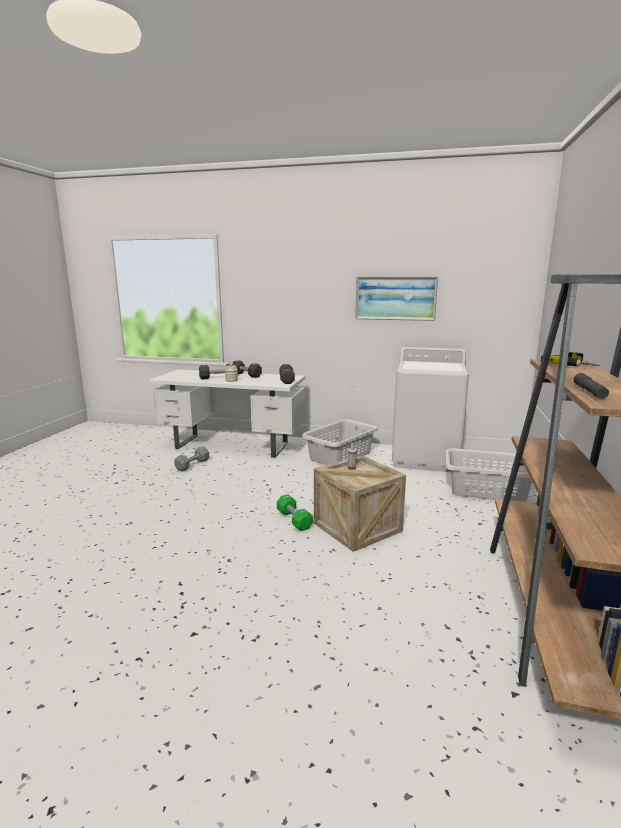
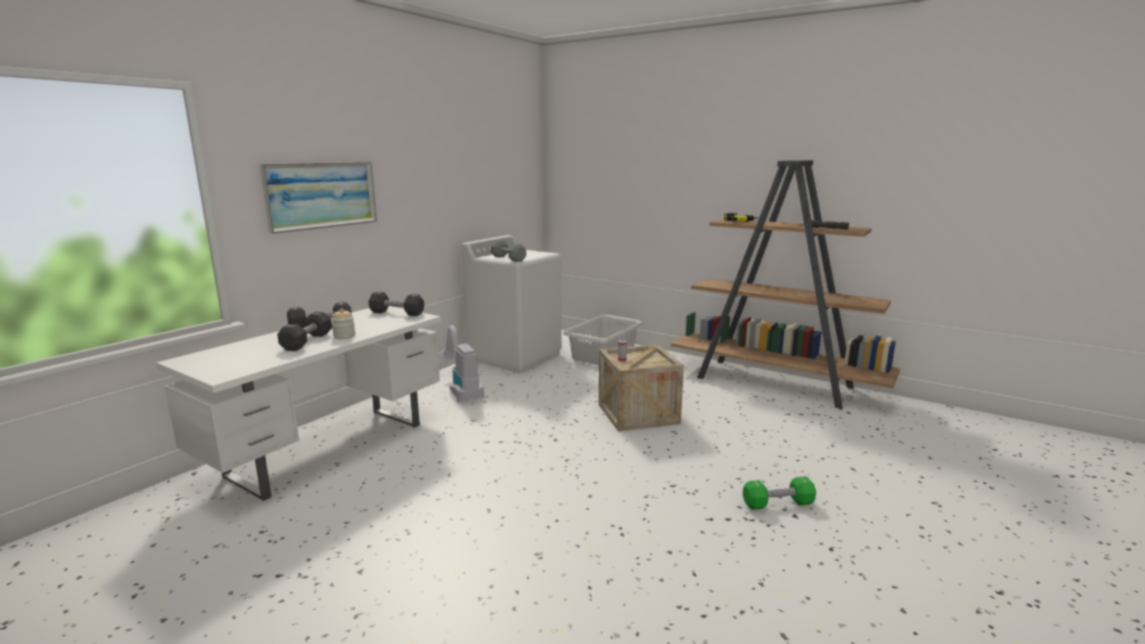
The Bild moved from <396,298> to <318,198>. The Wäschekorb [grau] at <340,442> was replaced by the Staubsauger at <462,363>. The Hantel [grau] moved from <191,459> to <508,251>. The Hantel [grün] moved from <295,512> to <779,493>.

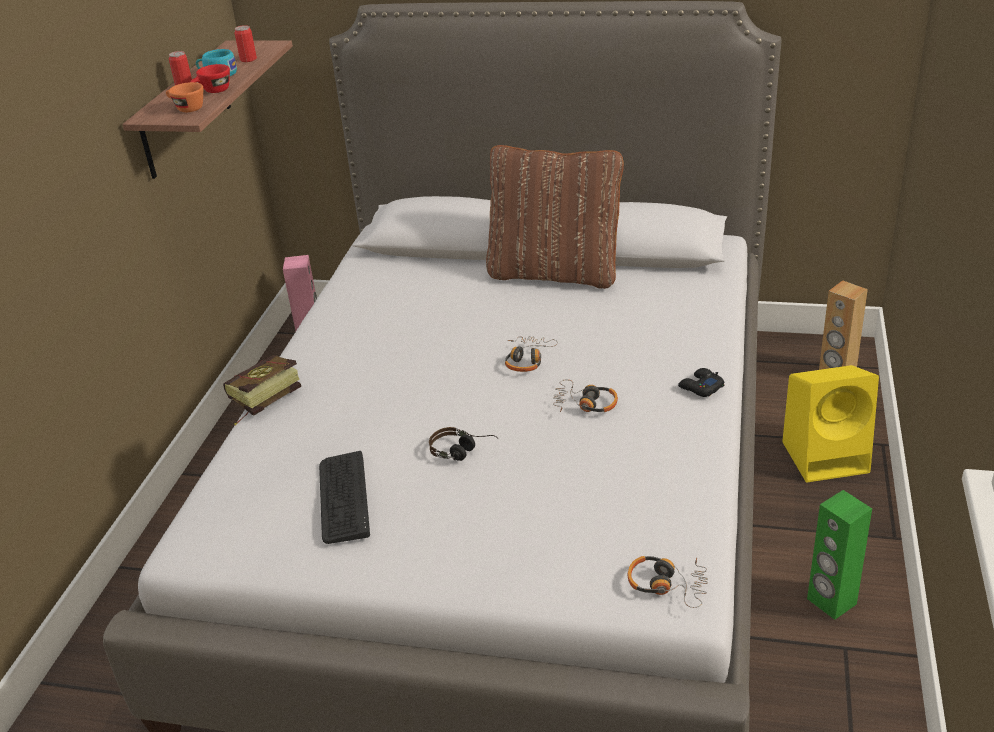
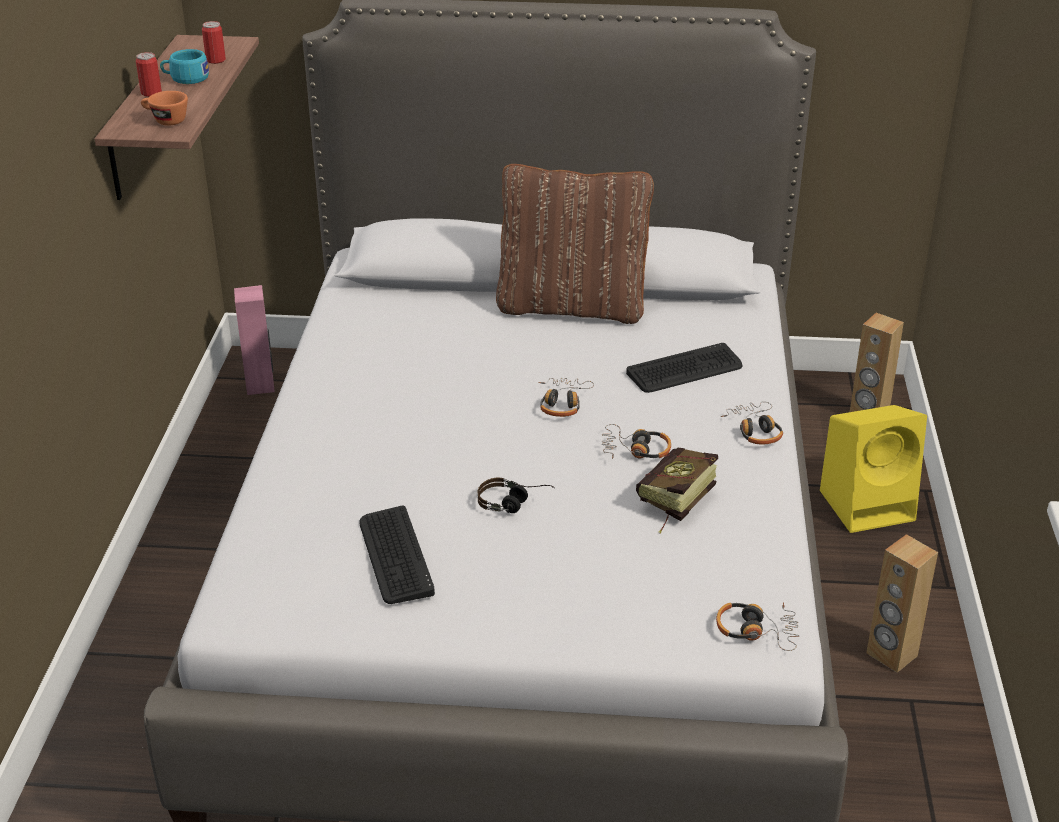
The Tasse [rot] at <210,78> disappeared. The Buch moved from <262,390> to <677,490>. The Gamepad [schwarz] at <701,382> was replaced by the Kopfhörer at <752,423>. The Lautsprecher [grün] at <839,555> became the Lautsprecher [braun] at <902,603>. The Tastatur at <684,368> appeared.

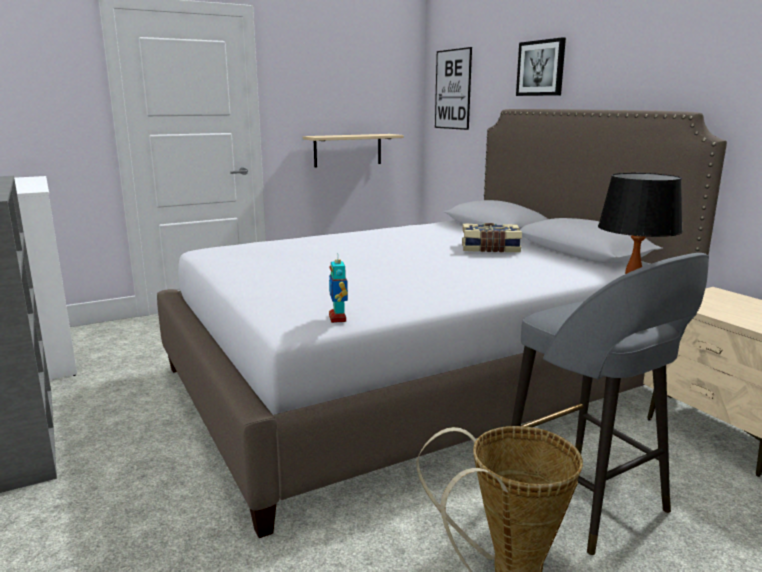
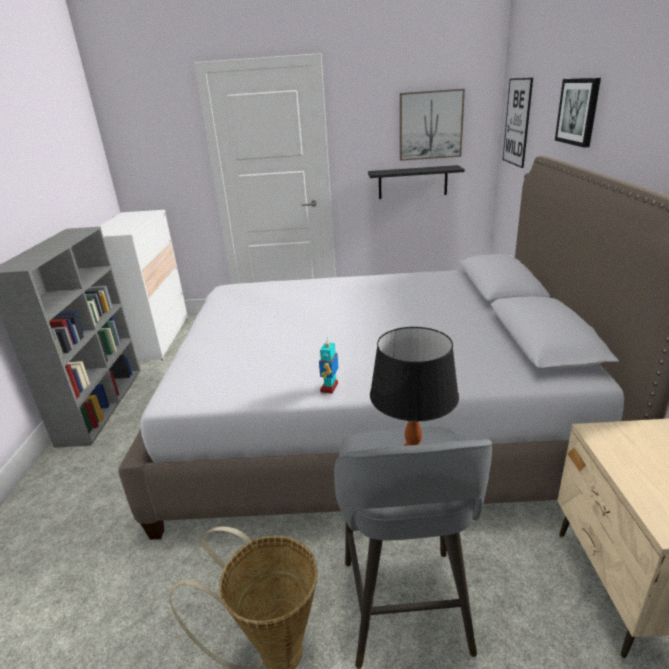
The Wandregal [beige] at <353,151> became the Wandregal [schwarz] at <416,182>. The Buch at <492,238> disappeared. The Spielzeugroboter moved from <338,287> to <329,365>. The Bild at <432,125> appeared.

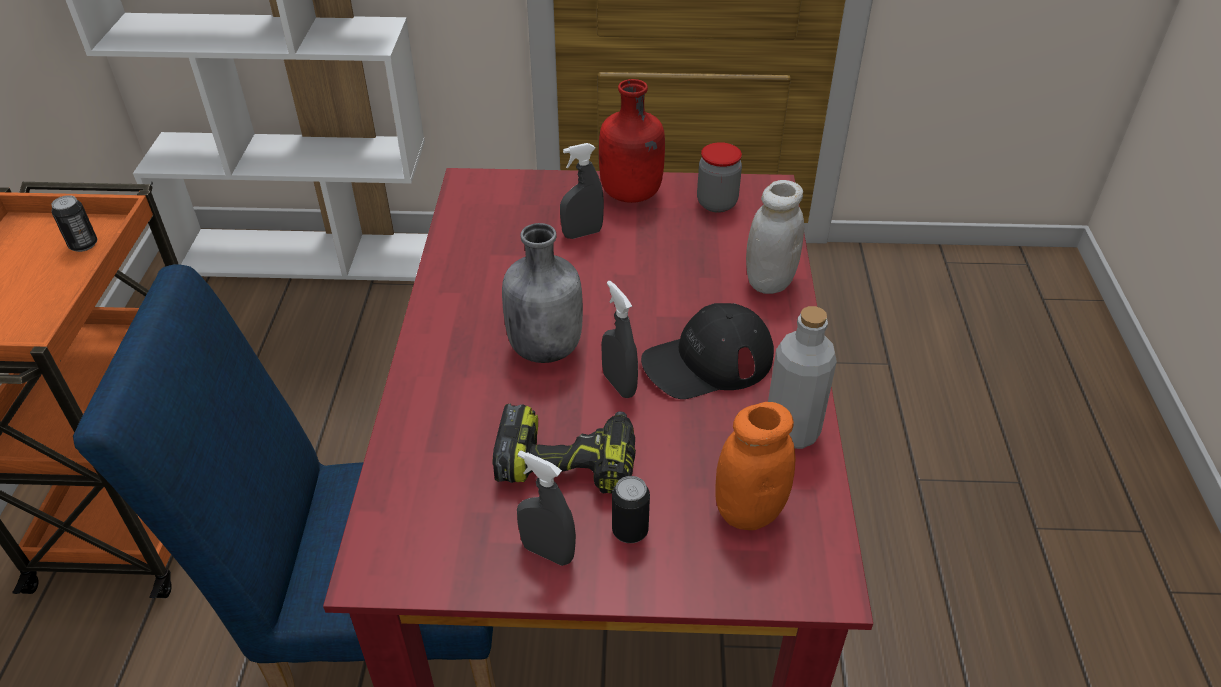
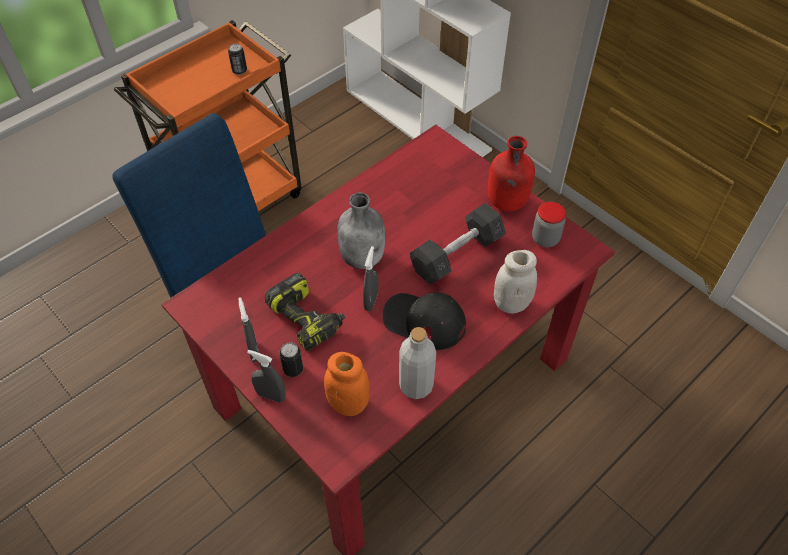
The Sprühflasche [grau] moved from <582,191> to <266,376>. The Hantel [grau] at <458,243> appeared.

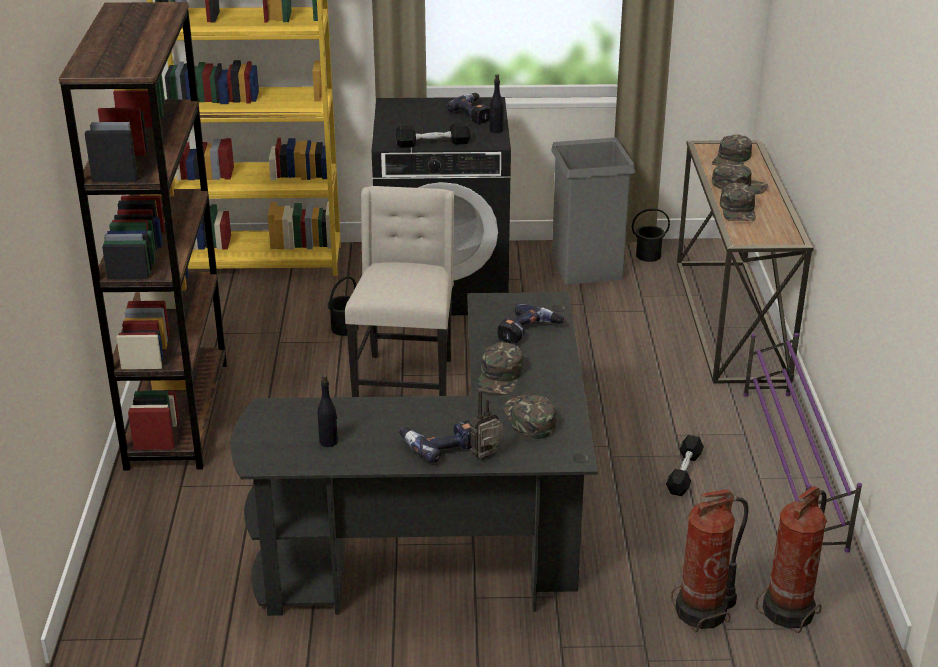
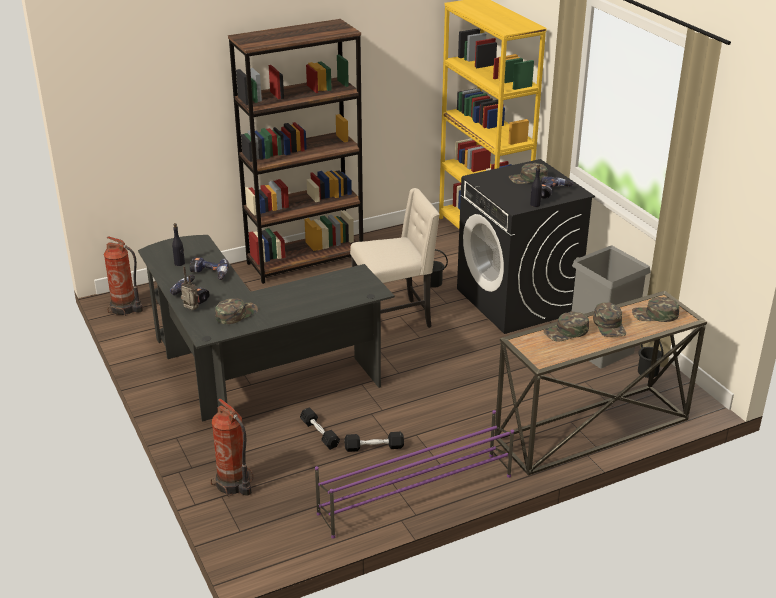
The Hantel [schwarz] moved from <433,135> to <320,428>. The Bohrmaschine moved from <531,323> to <209,268>. The Kappe [grün] moved from <500,368> to <528,173>. The Feuerlöscher moved from <791,559> to <123,276>.

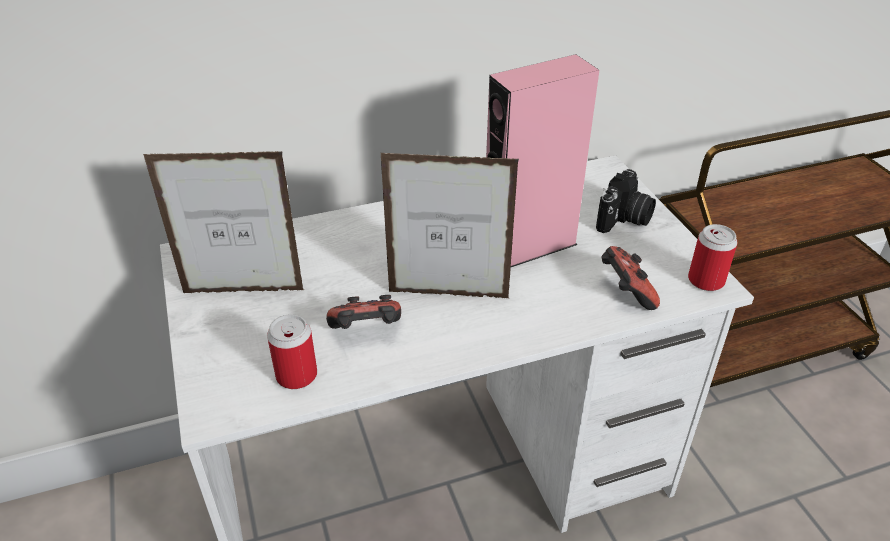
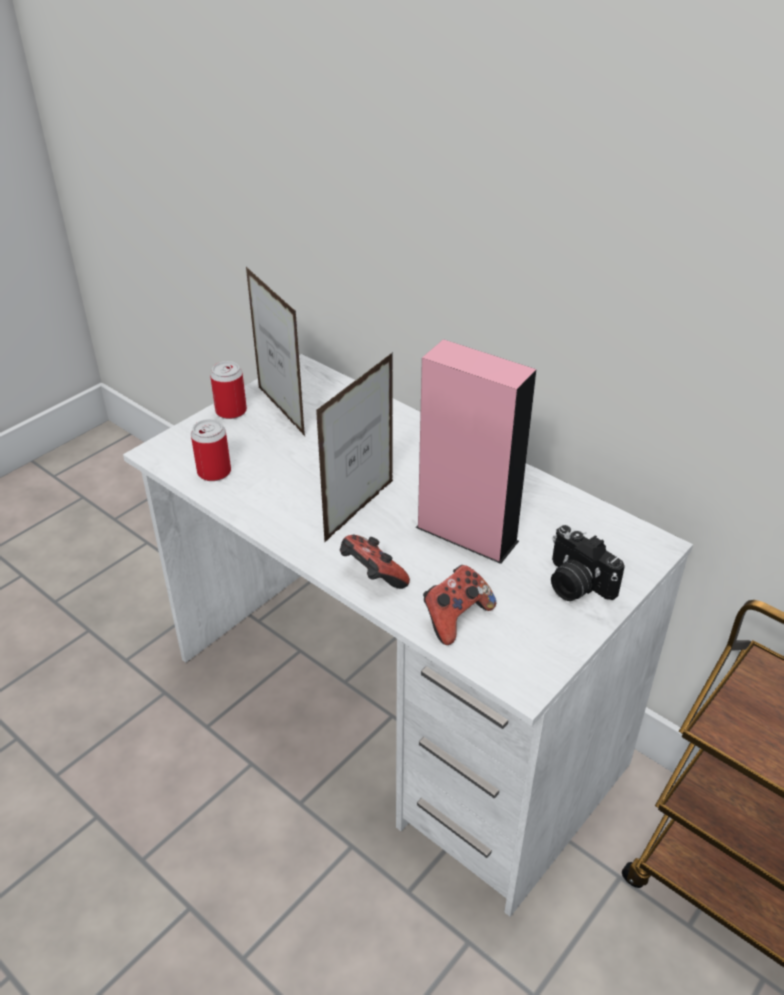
The Bilderrahmen at <450,225> turned 120 degrees counterclockwise. The Kamera at <626,201> turned 45 degrees clockwise. The Dose moved from <713,257> to <228,390>. The Gamepad moved from <363,312> to <375,562>.

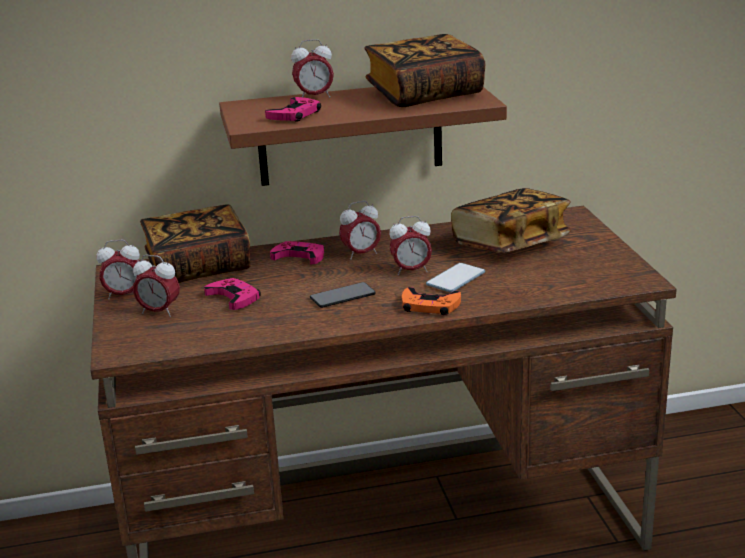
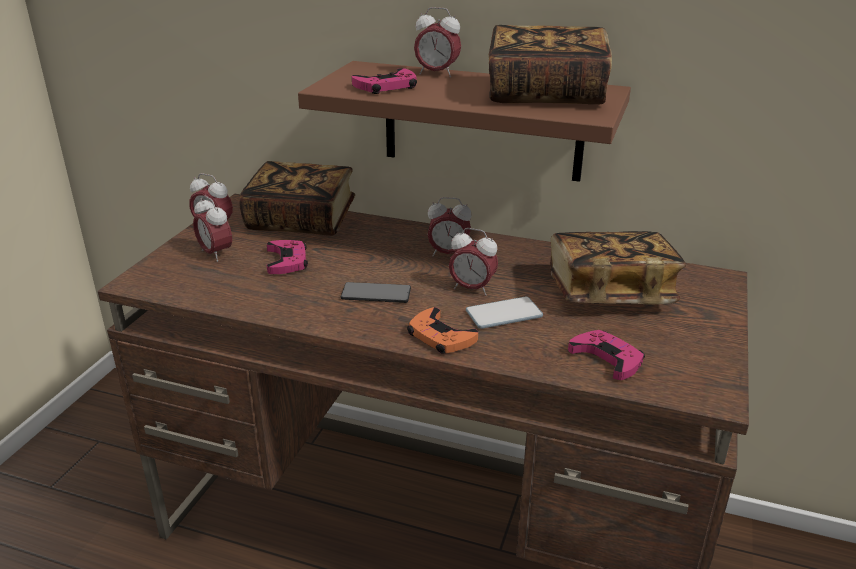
The Gamepad [rosa] moved from <297,253> to <606,355>.

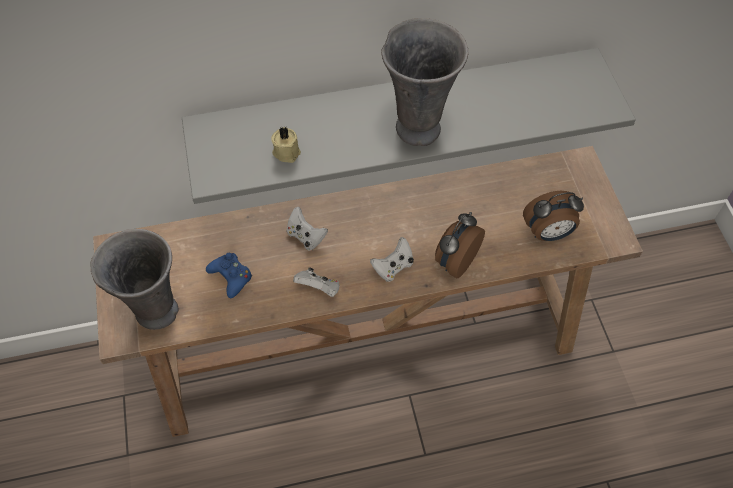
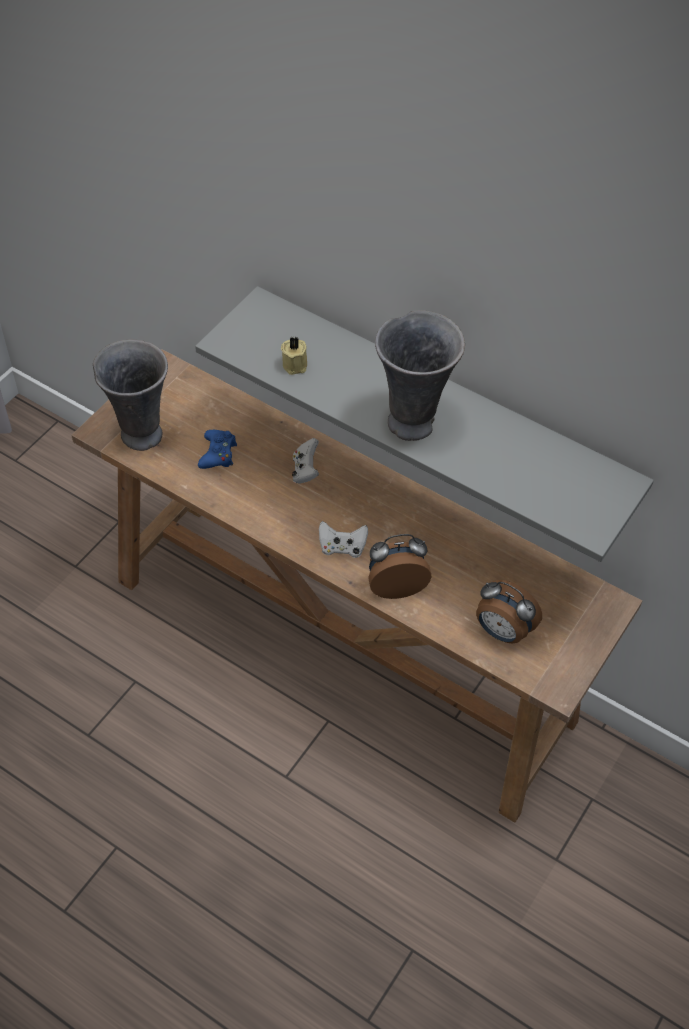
The Gamepad [weiß] at <316,282> disappeared.

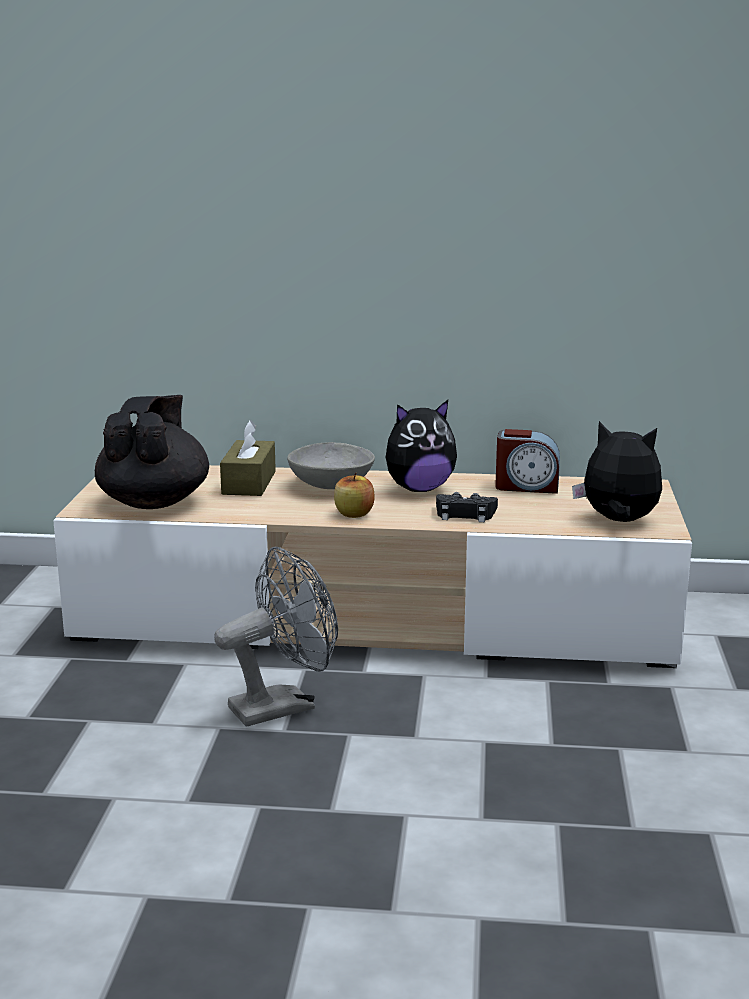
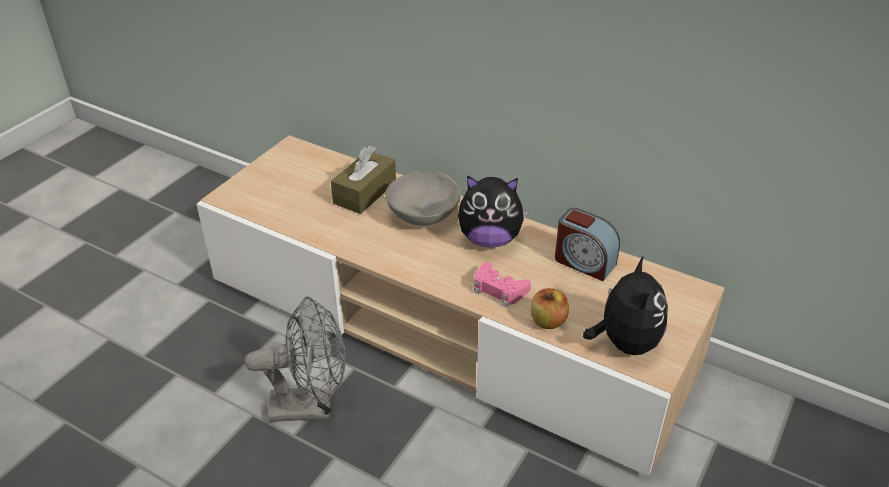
The Teekanne [schwarz] at <152,452> disappeared. The Plüschtier at <617,471> turned 45 degrees clockwise. The Apfel moved from <354,495> to <549,308>. The Gamepad [schwarz] at <467,507> became the Gamepad [rosa] at <502,284>.

